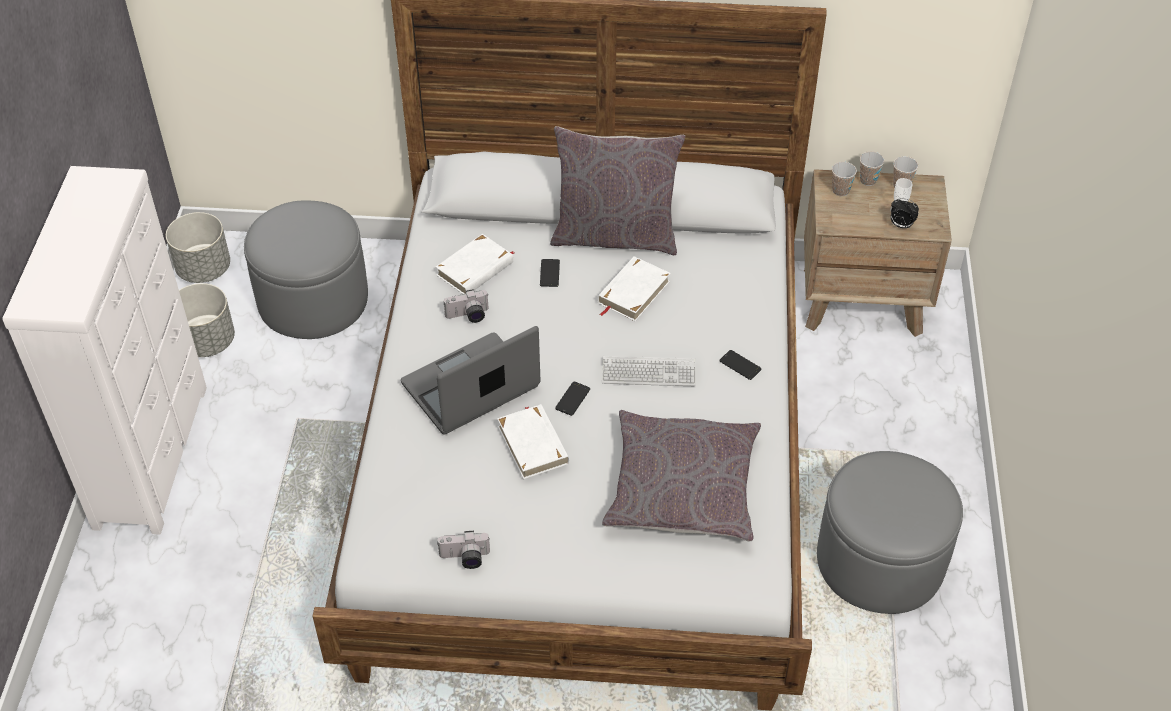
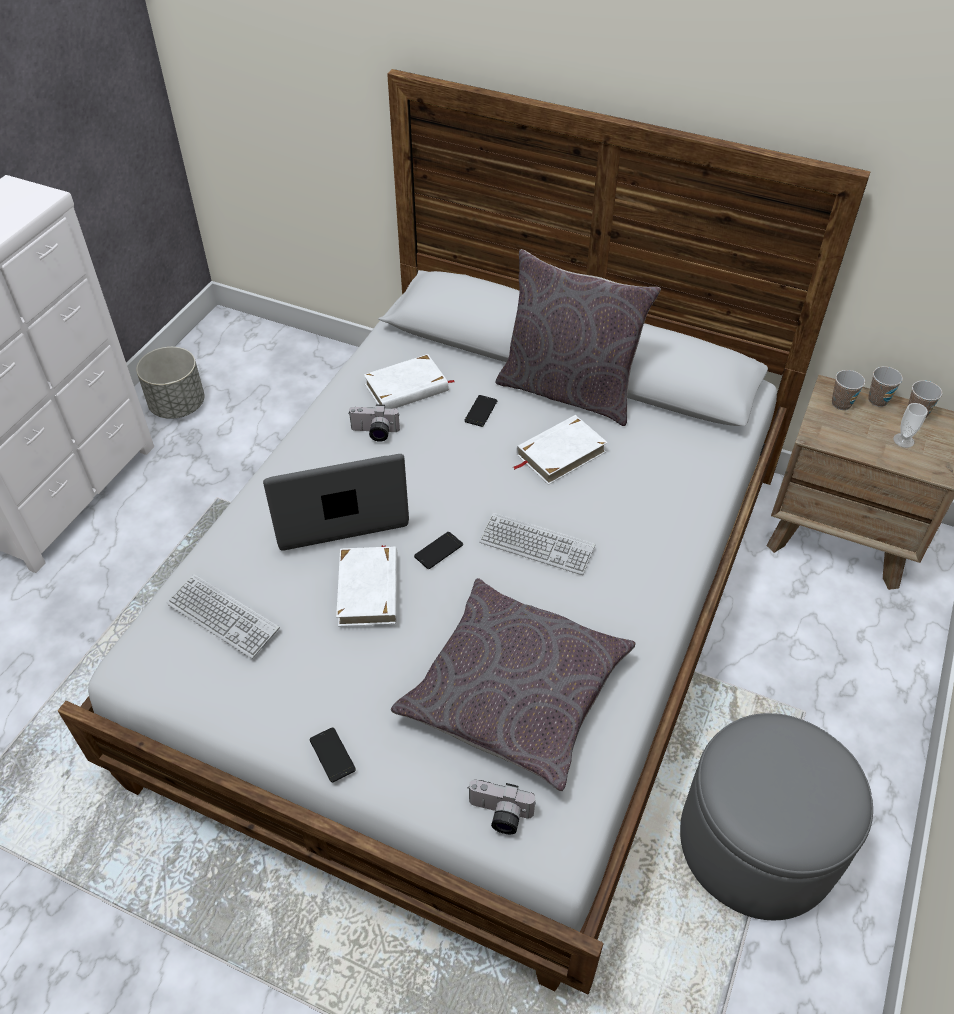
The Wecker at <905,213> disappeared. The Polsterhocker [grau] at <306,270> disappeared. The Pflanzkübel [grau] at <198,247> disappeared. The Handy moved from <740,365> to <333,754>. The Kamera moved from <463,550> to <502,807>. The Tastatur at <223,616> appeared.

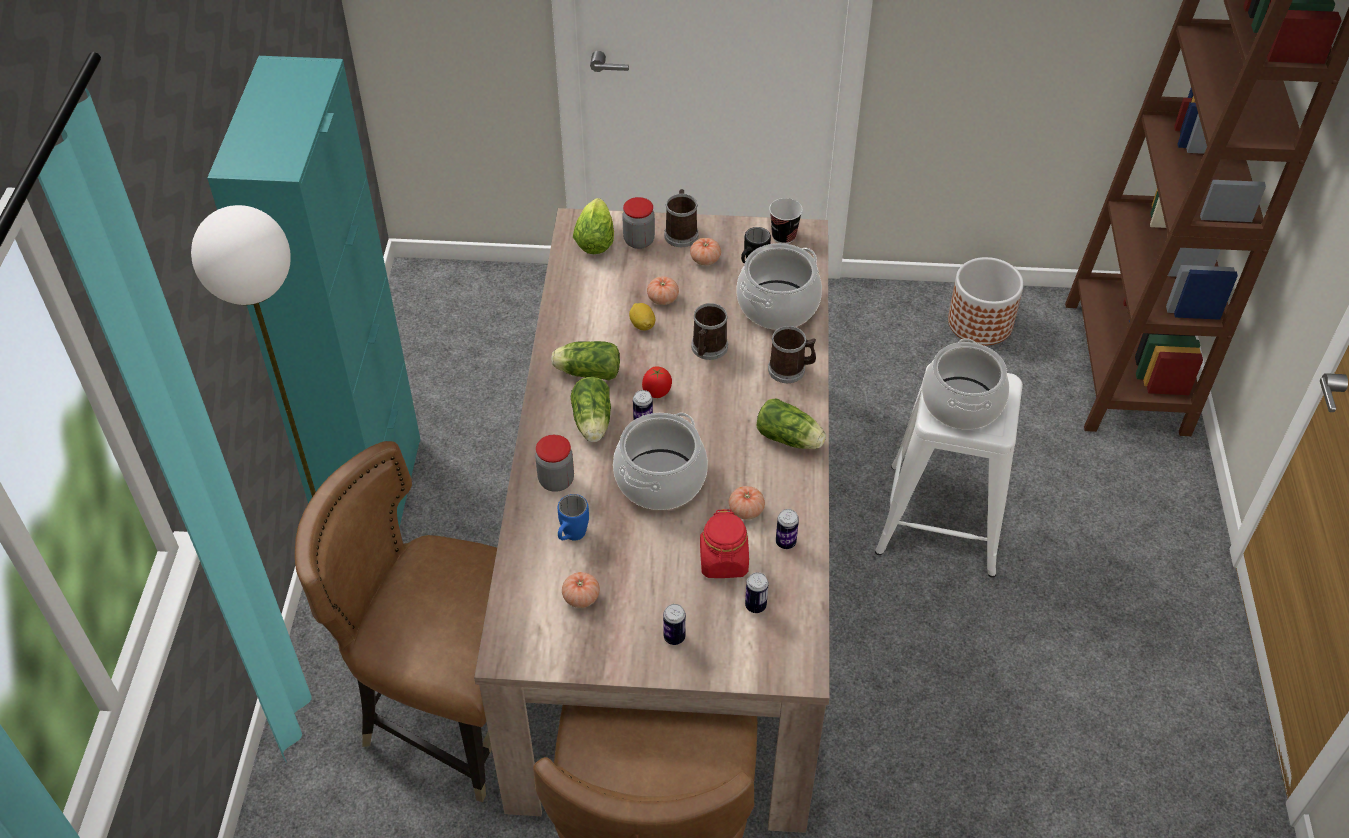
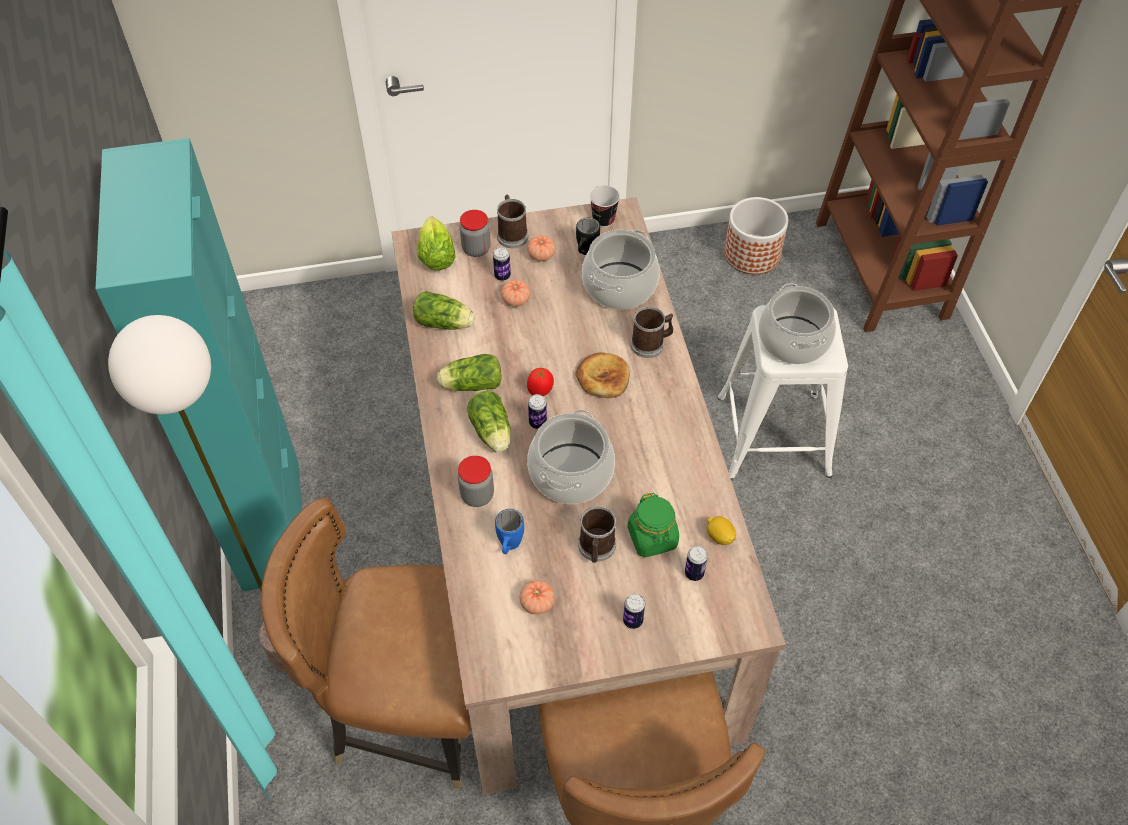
The Zitrone moved from <642,317> to <721,530>. The Henkelbecher moved from <709,331> to <597,534>. The Salatkopf moved from <791,423> to <444,310>. The Tomate at <747,503> disappeared. The Vorratsglas [rot] at <724,543> became the Vorratsglas [grün] at <653,525>. The Dose moved from <787,529> to <502,264>. The Brot at <603,375> appeared.

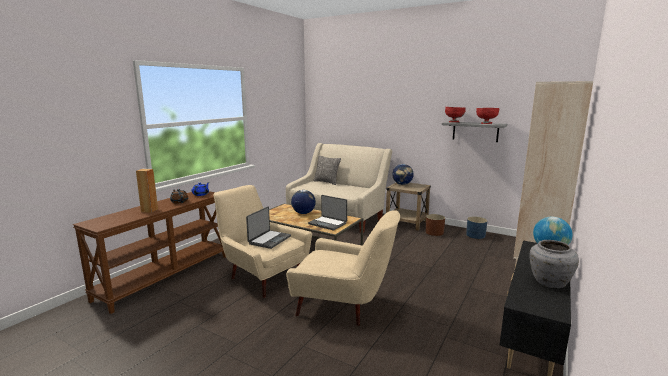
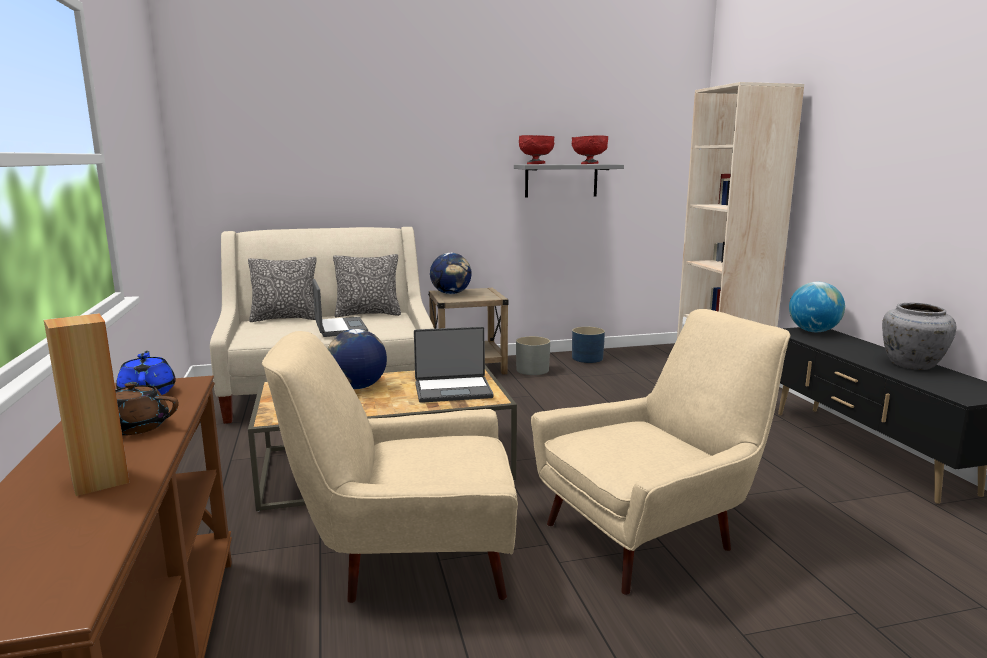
The Laptop moved from <268,228> to <340,308>. The Pflanzkübel [braun] at <435,225> became the Pflanzkübel [grau] at <533,355>. The Kissen at <367,285> appeared.

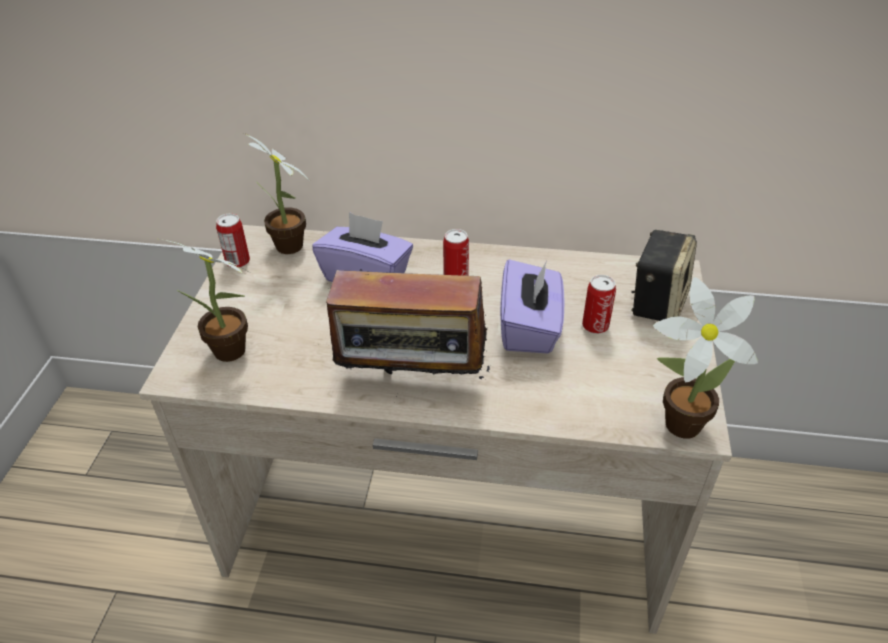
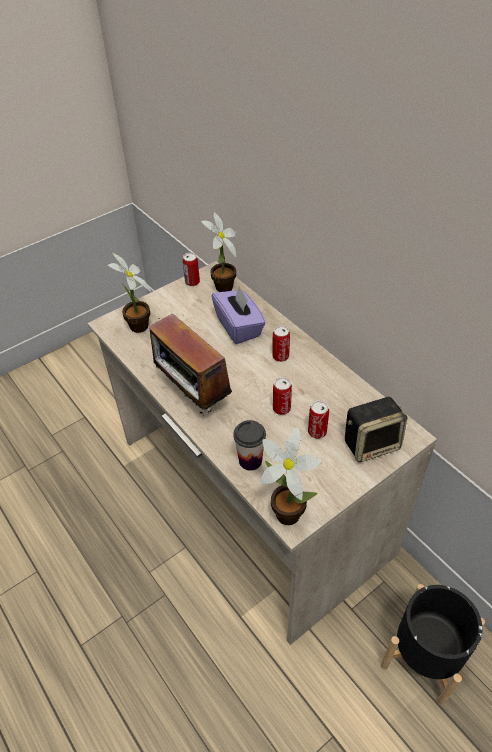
The Taschentuchbox [lila] at <532,306> was replaced by the Dose at <282,396>. The Tasse at <249,445> appeared. The Pflanzkübel [schwarz] at <433,644> appeared.

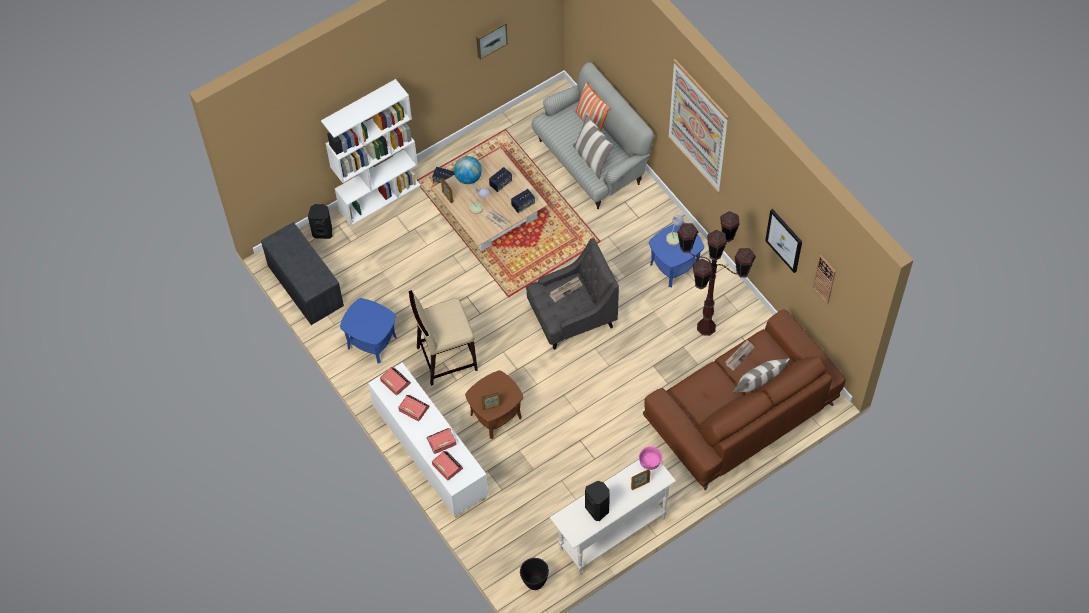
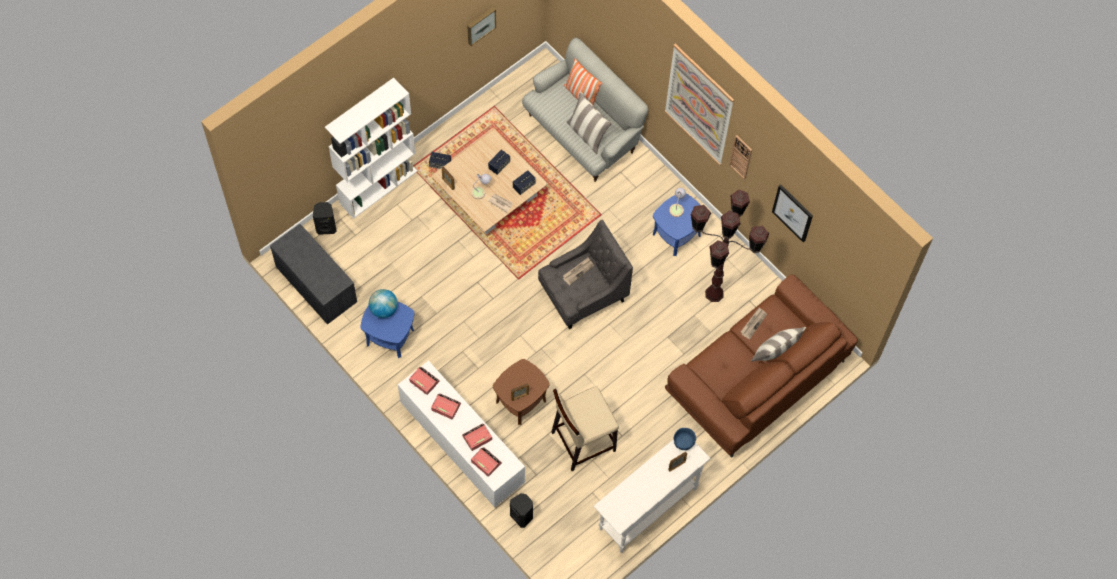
The Globus moved from <468,170> to <383,303>. The Wanduhr moved from <824,279> to <741,157>. The Hocker [beige] moved from <443,338> to <585,428>. The Schüssel [rosa] at <650,458> became the Schüssel [blau] at <685,439>. The Lautsprecher [schwarz] moved from <597,501> to <521,510>. The Pflanzkübel [schwarz] at <534,574> disappeared.

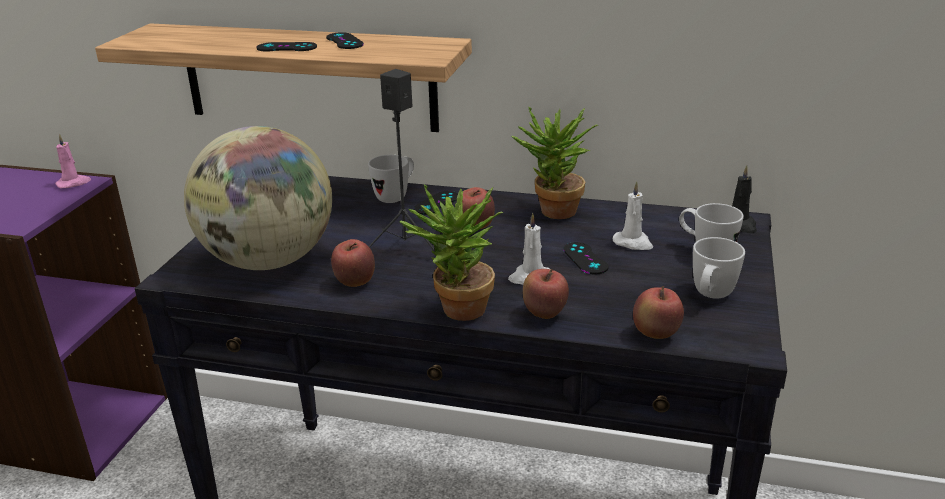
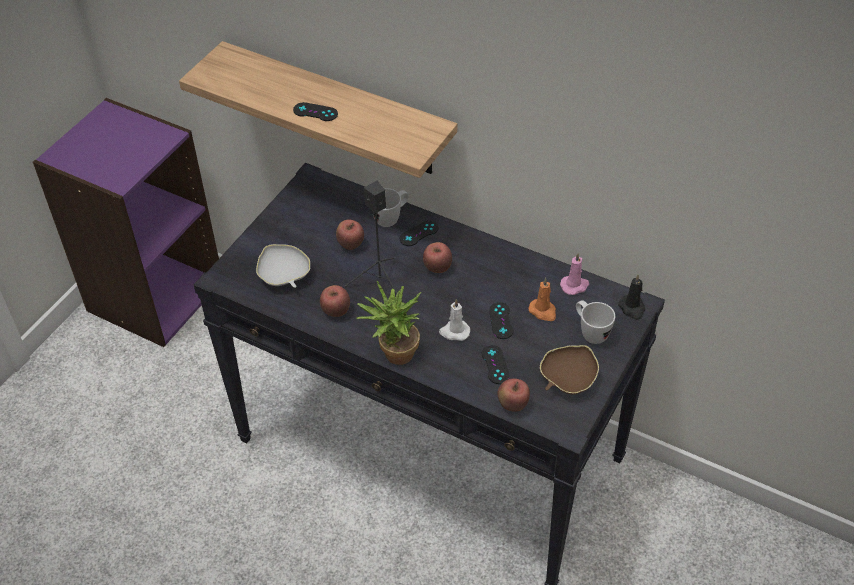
The Gamepad [schwarz] moved from <345,40> to <496,364>. The Topfpflanze at <554,162> disappeared. The Globus at <258,198> was replaced by the Schüssel [weiß] at <283,266>. The Kerze [rosa] moved from <73,161> to <574,274>. The Kerze [weiß] at <633,215> became the Kerze [orange] at <542,299>. The Henkelbecher [weiß] at <719,267> was replaced by the Schüssel [braun] at <569,369>. The Apfel moved from <546,294> to <350,234>.

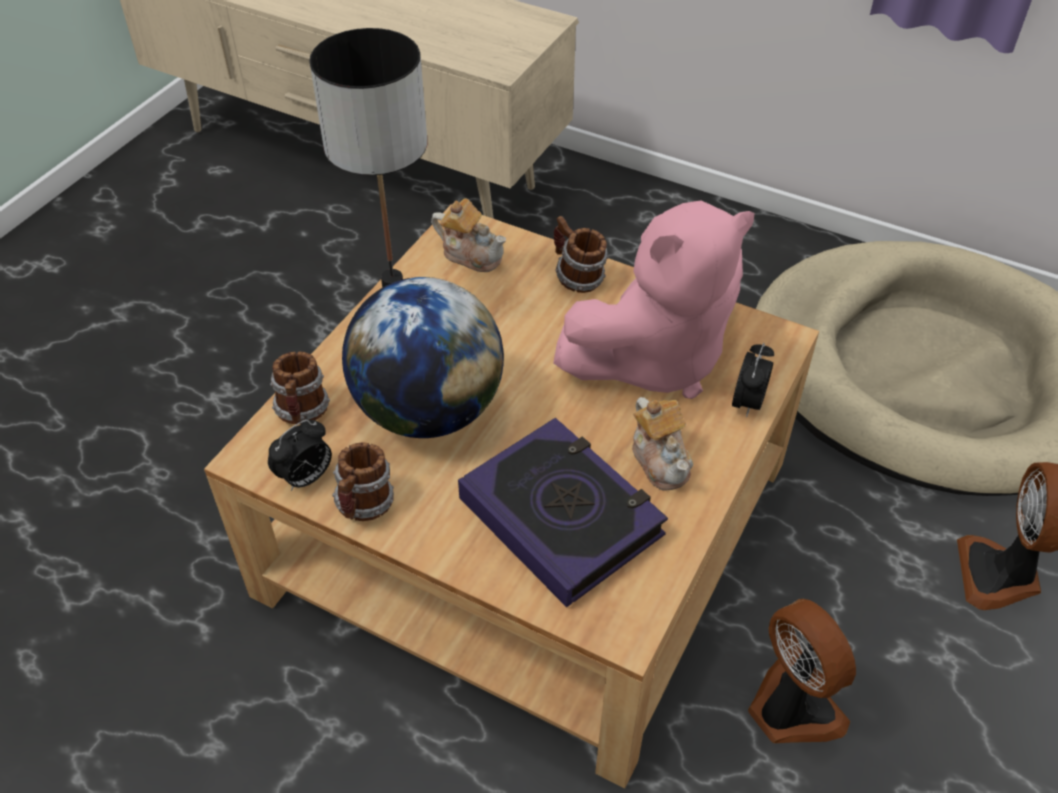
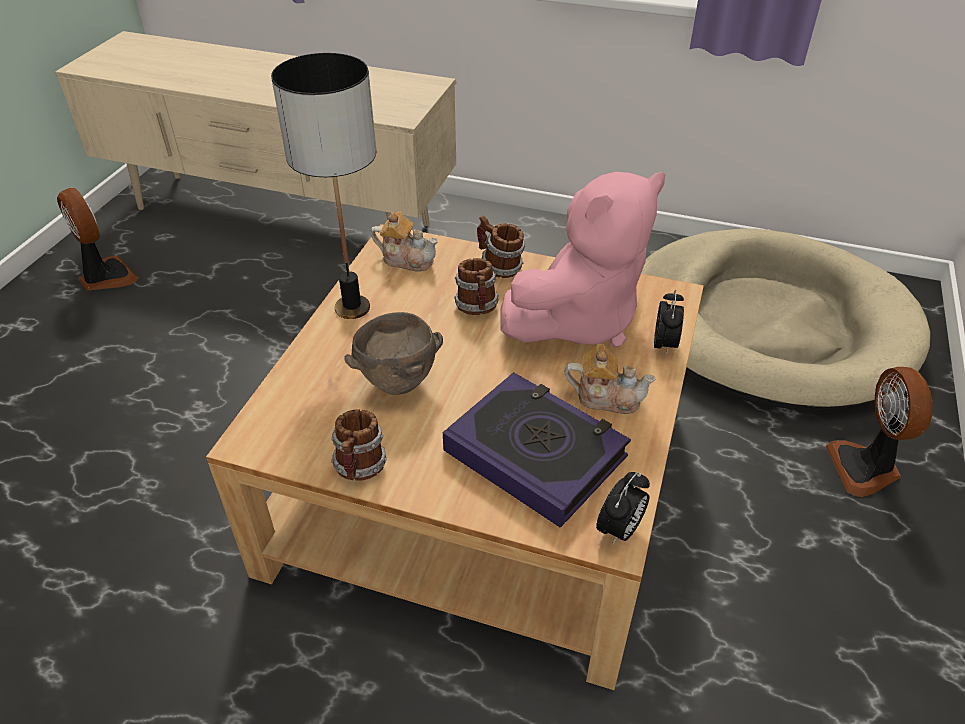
The Globus at <423,357> was replaced by the Schüssel [braun] at <393,353>. The Henkelbecher moved from <300,387> to <476,286>. The Teekanne at <662,444> turned 45 degrees counterclockwise. The Wecker moved from <300,455> to <623,508>. The Ventilator moved from <802,671> to <97,239>.

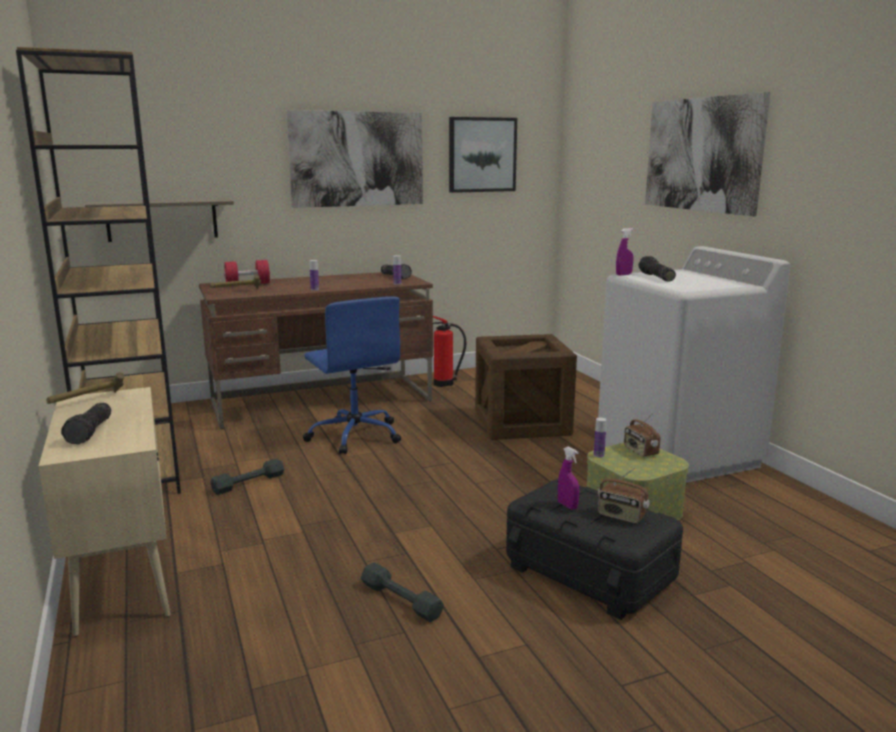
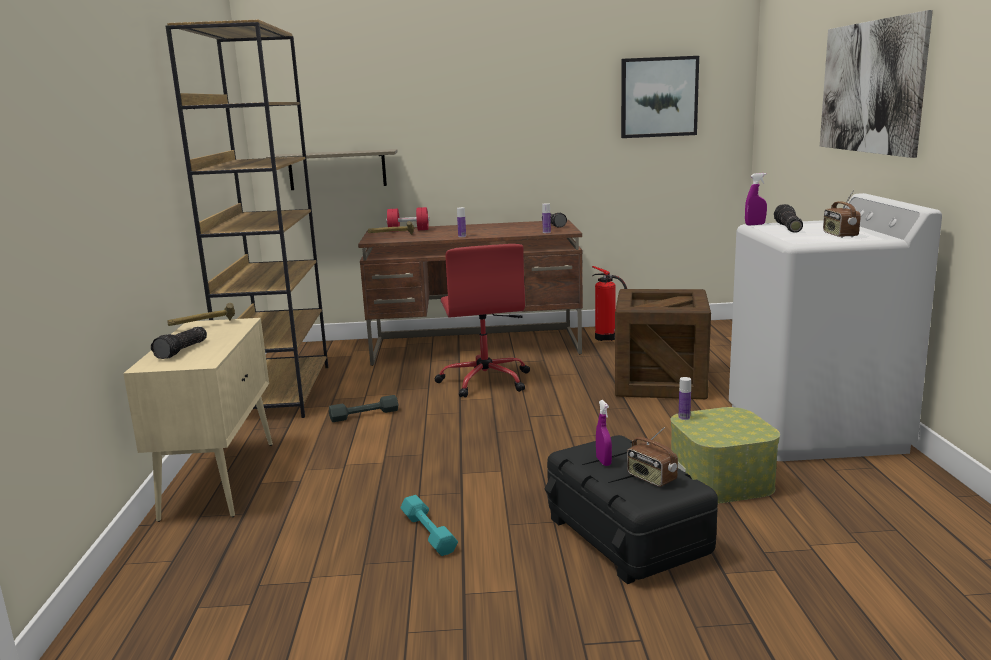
The Bild at <354,159> disappeared. The Bürostuhl [blau] at <352,375> became the Bürostuhl [rot] at <482,321>. The Radio moved from <642,435> to <842,213>. The Hantel [grau] at <402,592> became the Hantel [türkis] at <429,525>.

